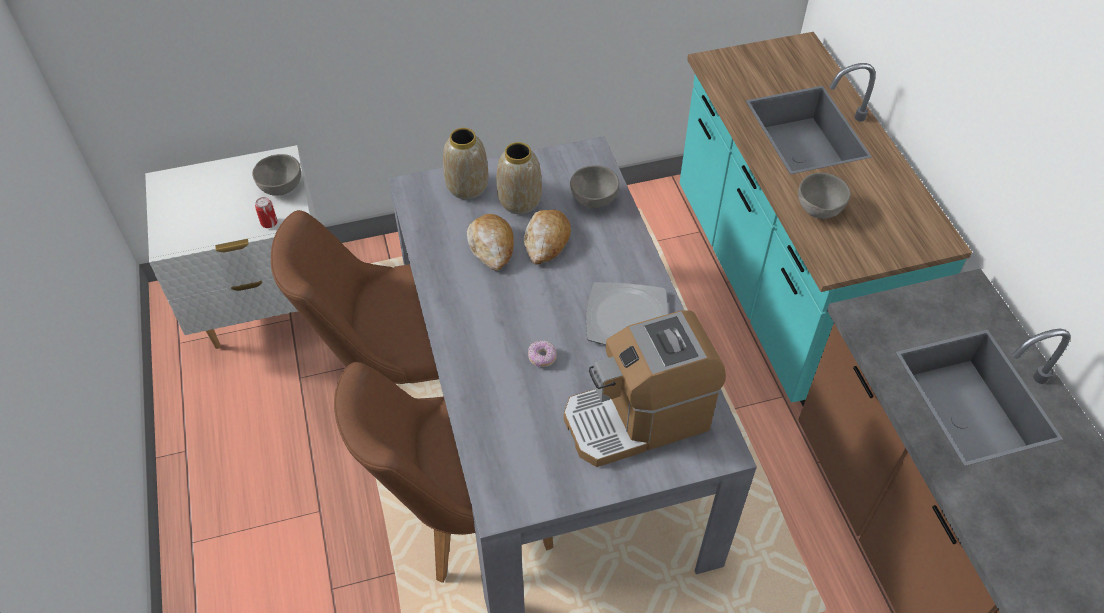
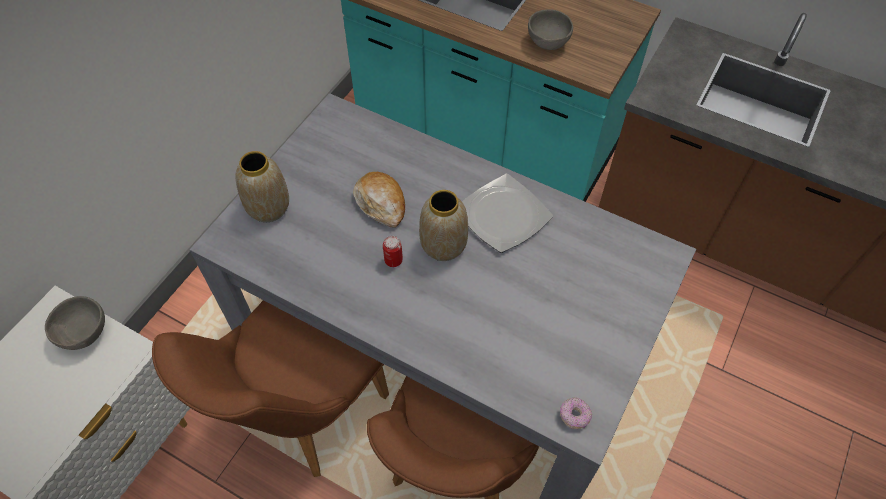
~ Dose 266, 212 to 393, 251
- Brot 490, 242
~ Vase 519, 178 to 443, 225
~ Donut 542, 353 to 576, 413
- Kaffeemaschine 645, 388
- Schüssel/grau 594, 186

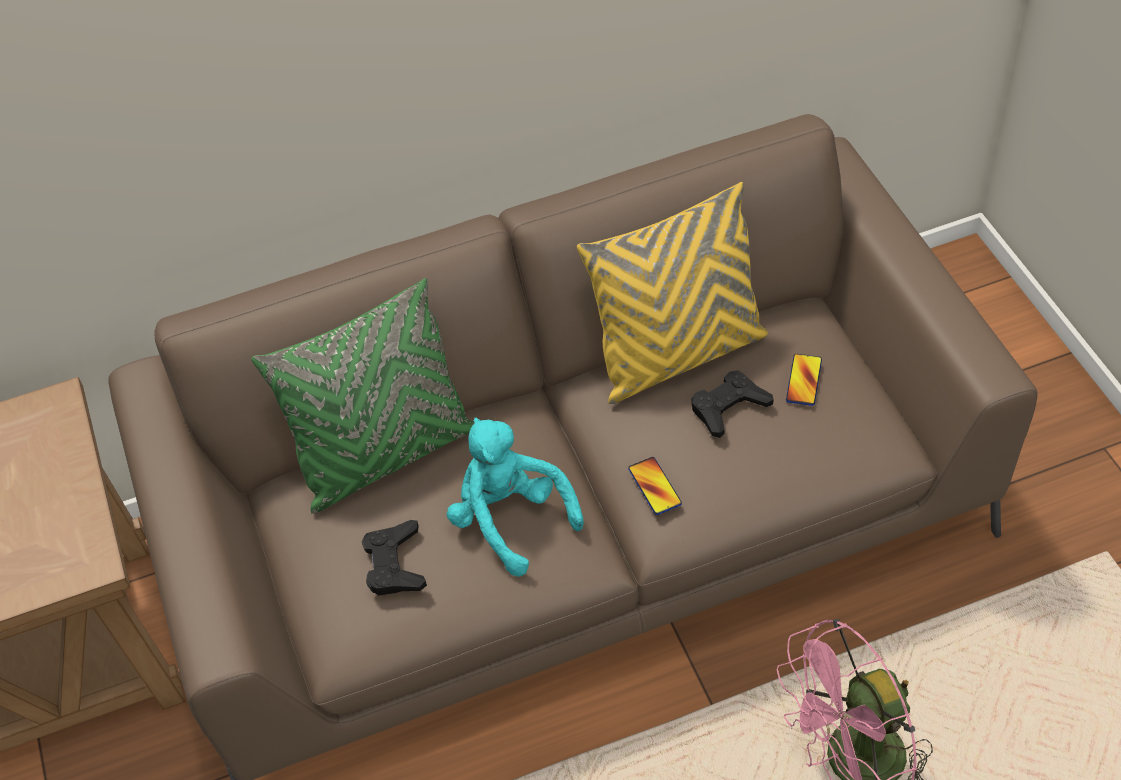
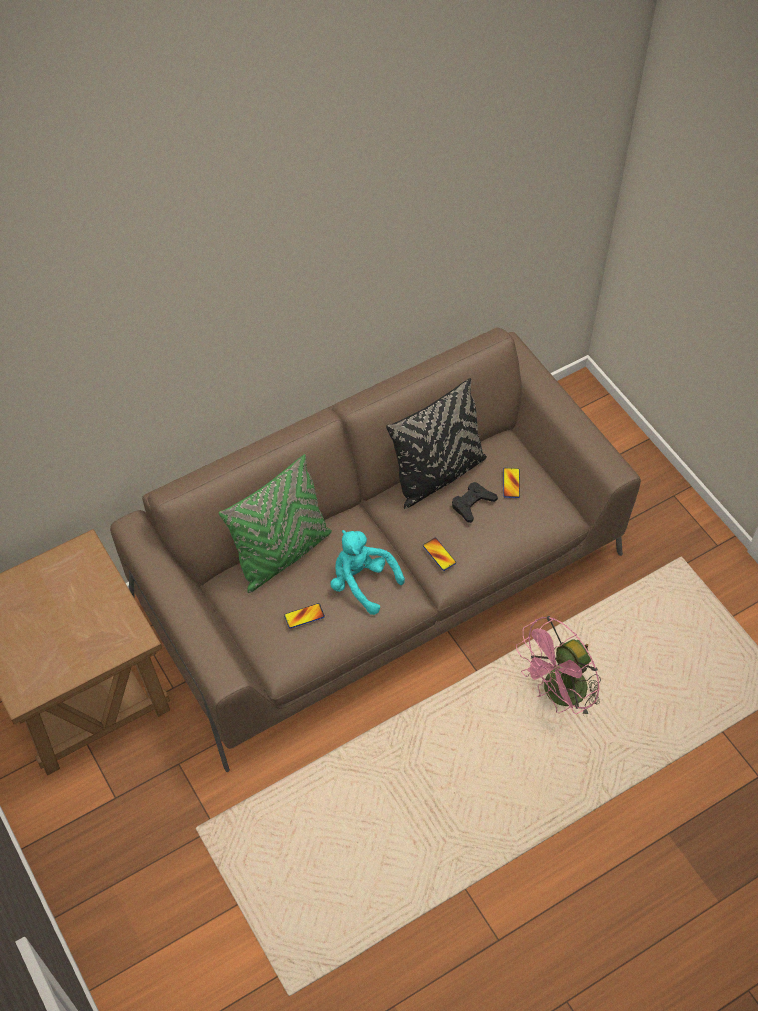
~ Gamepad/schwarz 394, 557 to Handy 304, 615
~ Kissen/gelb 672, 293 to Kissen/schwarz 436, 443

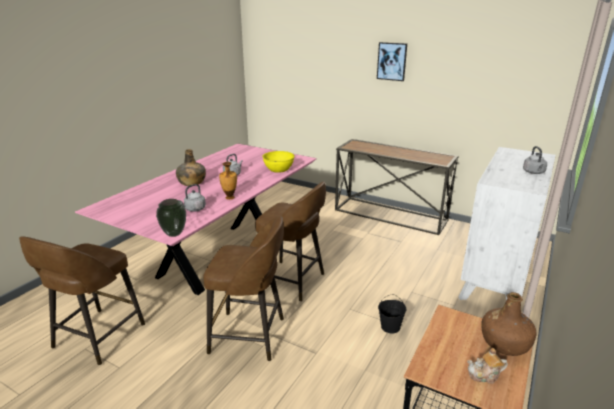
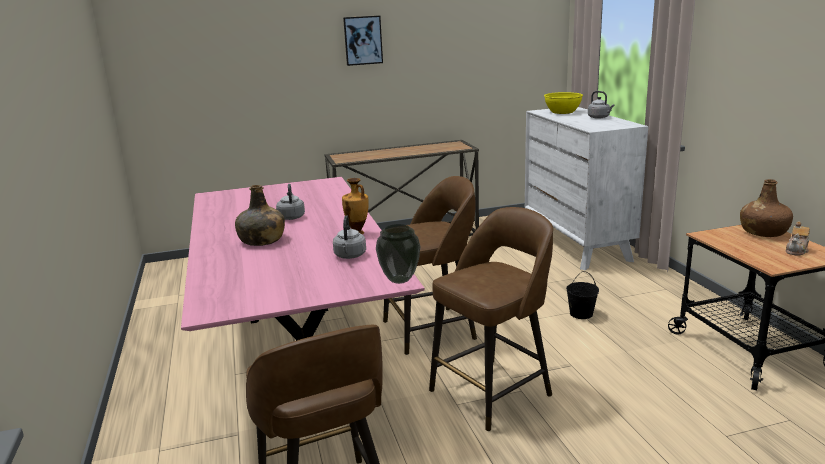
~ Schüssel/gelb 278, 162 to 563, 103

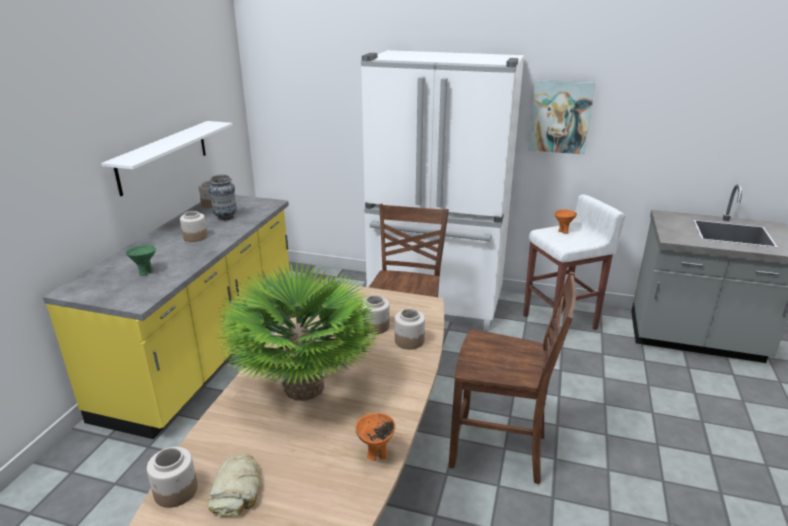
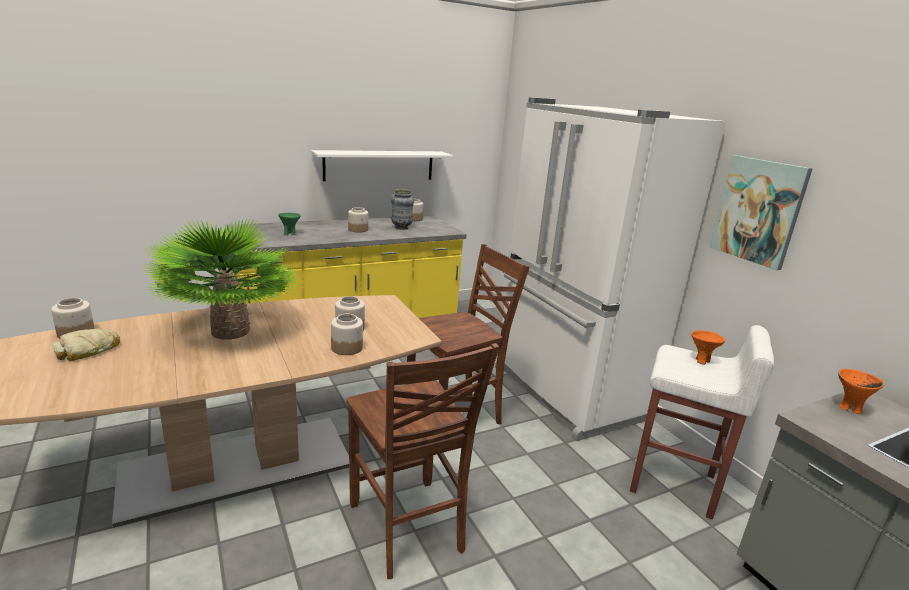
~ Schüssel/orange 375, 437 to 861, 391

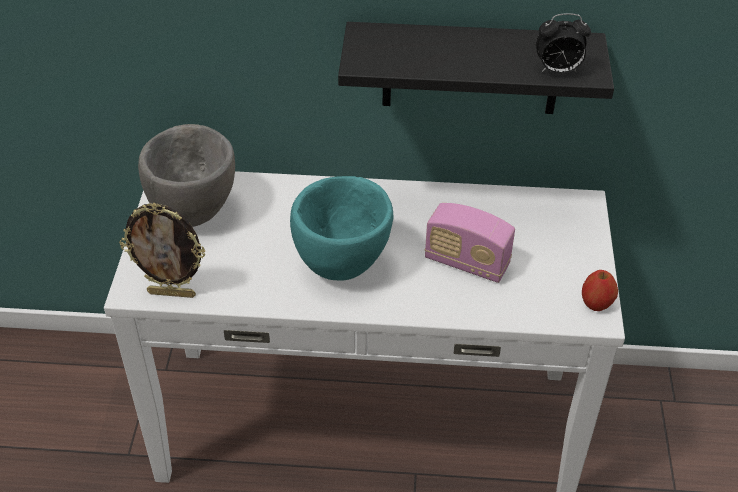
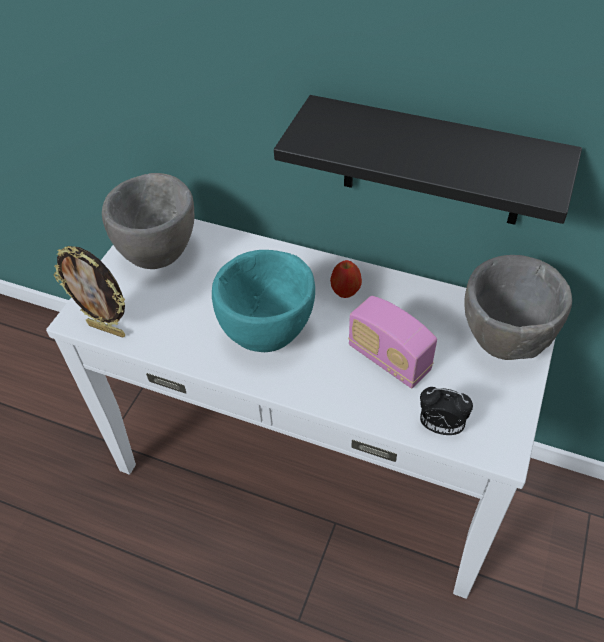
~ Wecker 563, 43 to 446, 411
~ Apfel 600, 290 to 346, 279
+ Schüssel/grau 518, 307

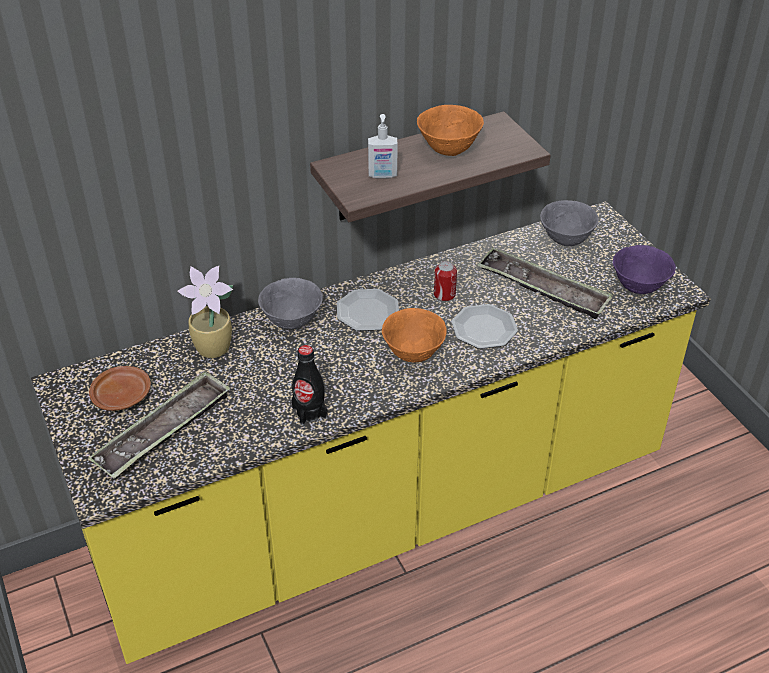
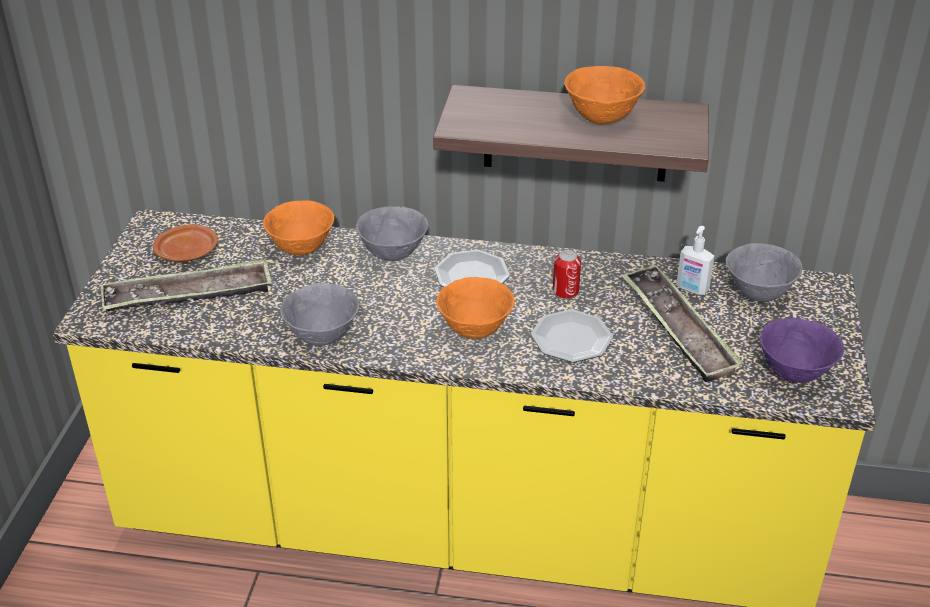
~ Topfpflanze 205, 312 to Schüssel/orange 298, 228
~ Flasche/schwarz 309, 385 to Schüssel/grau 320, 314
~ Seifenspender 383, 146 to 695, 260

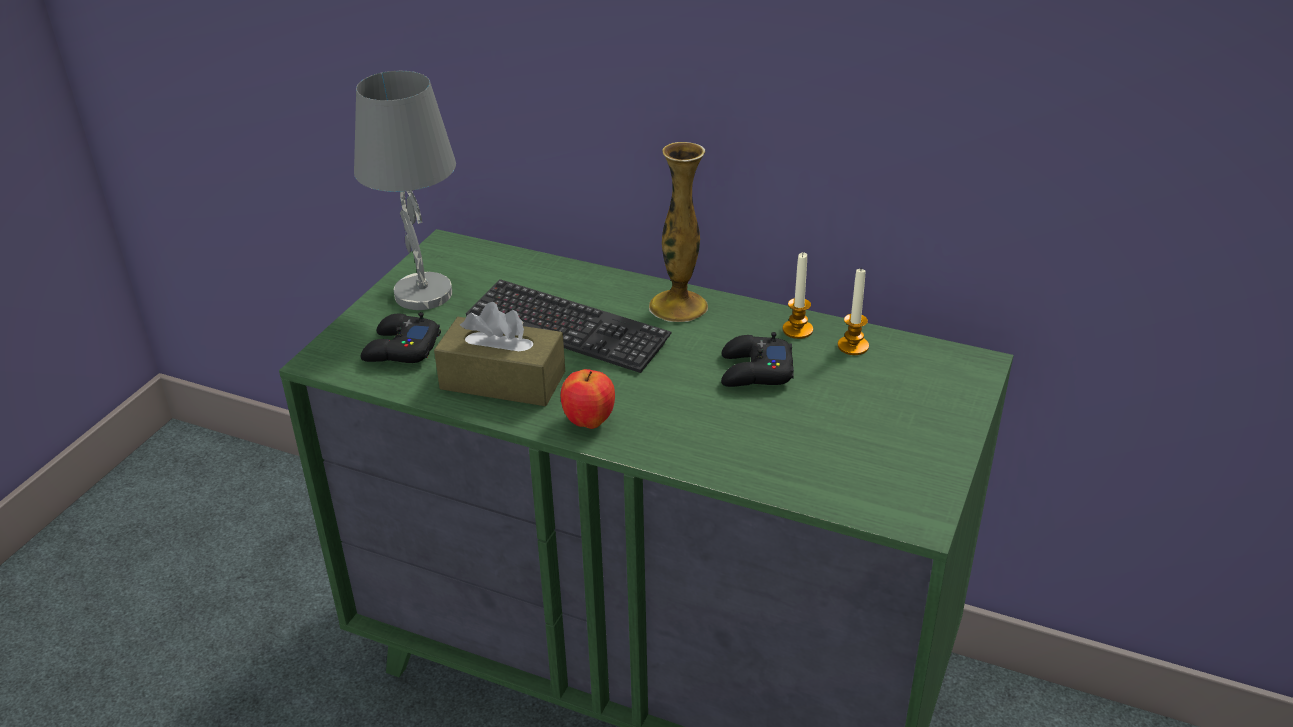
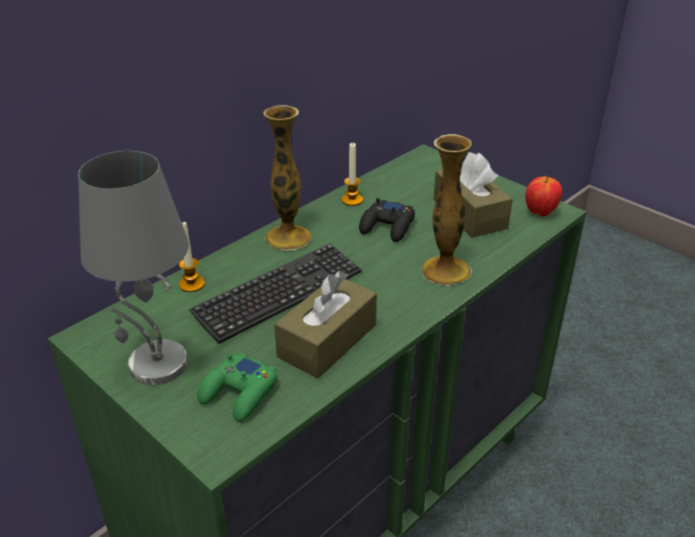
~ Gamepad/schwarz 401, 337 to Gamepad/grün 237, 387
~ Apfel 588, 399 to 543, 195
~ Kerze 853, 312 to 192, 256
+ Vase 446, 210
+ Taschentuchbox/braun 473, 195

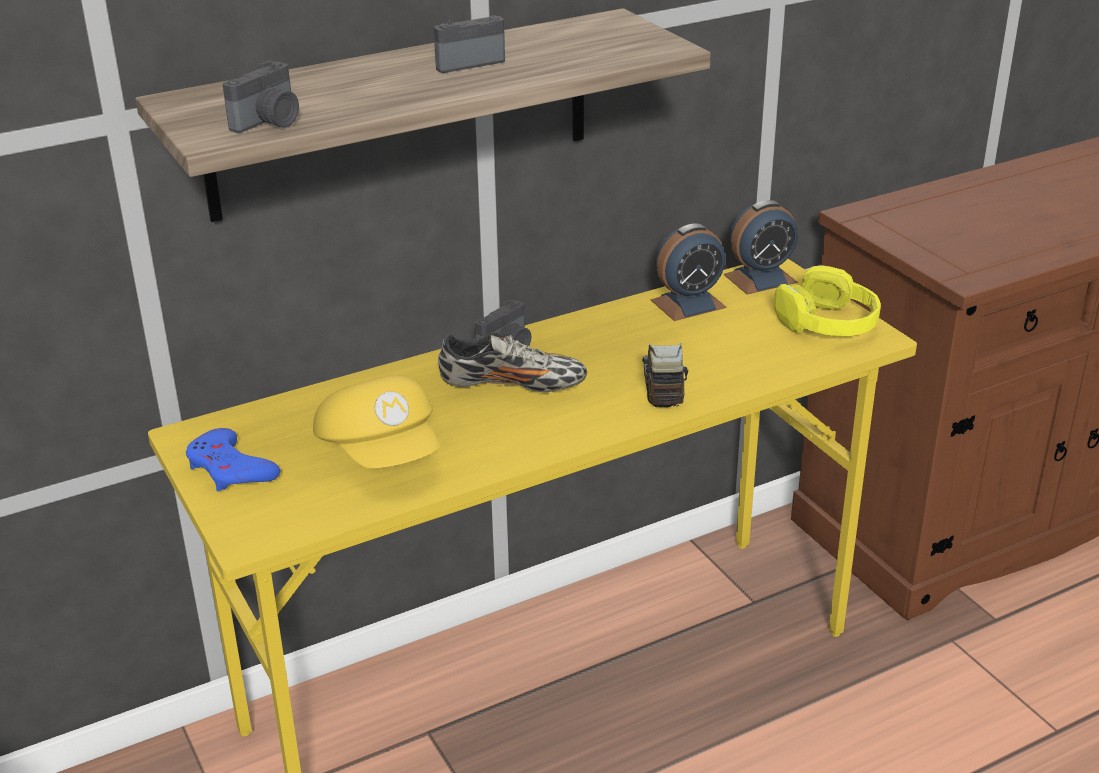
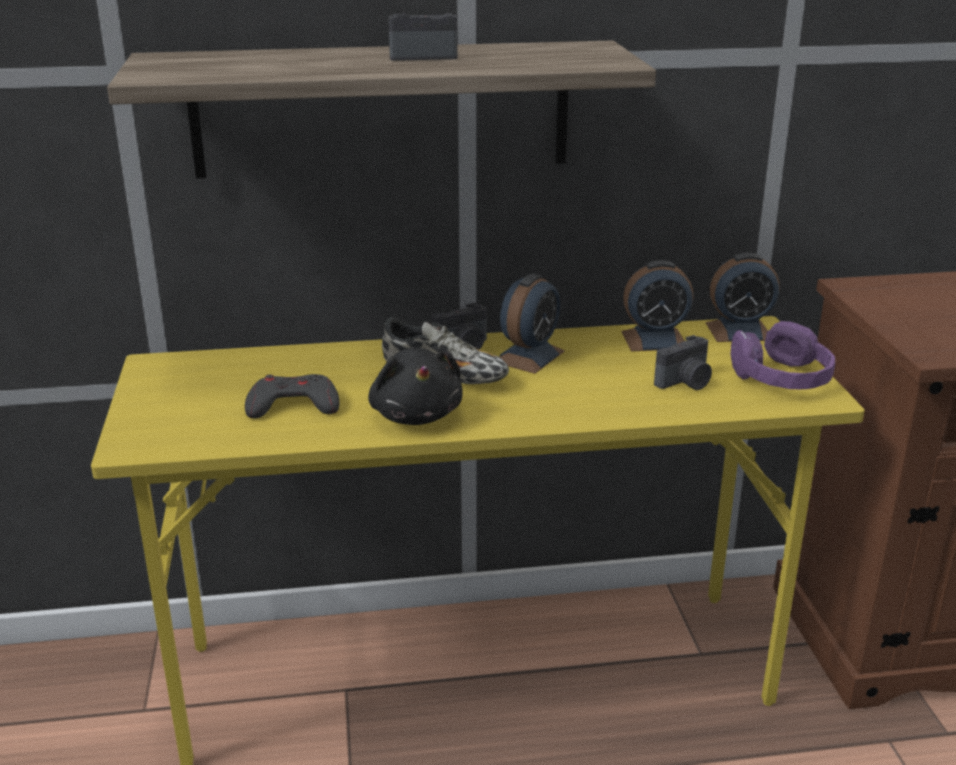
- Gamepad/blau 233, 460
~ Kamera 261, 96 to 683, 362
~ Kappe/gelb 376, 421 to Gamepad/grau 292, 396
- Spielzeuglaster 665, 375
~ Kopfhörer/gelb 827, 301 to Kopfhörer/lila 782, 355
+ Plüschtier/schwarz 415, 386
+ Wecker 532, 324

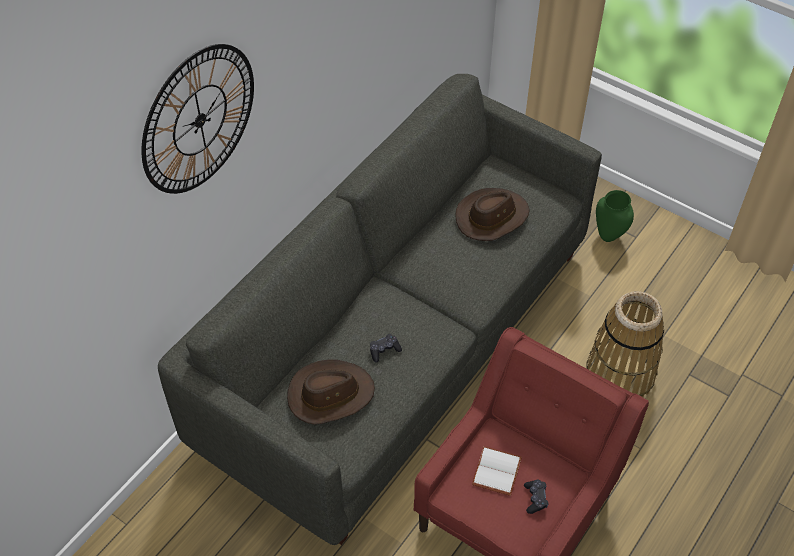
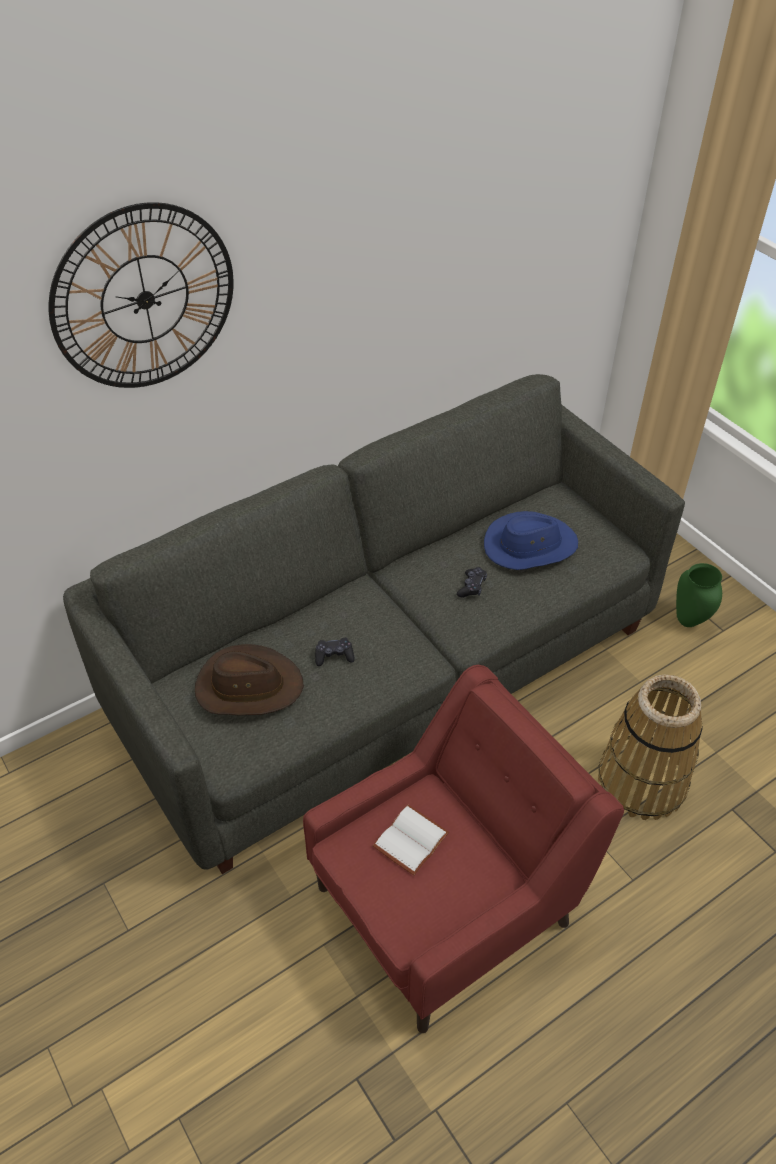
~ Hut/braun 492, 214 to Hut/blau 531, 540
~ Gamepad/schwarz 536, 496 to 472, 582

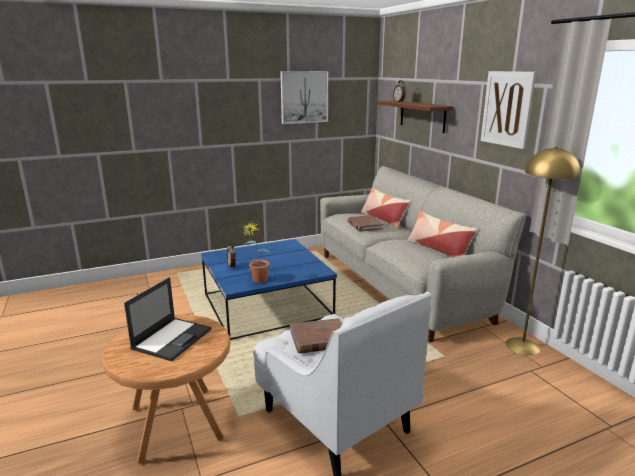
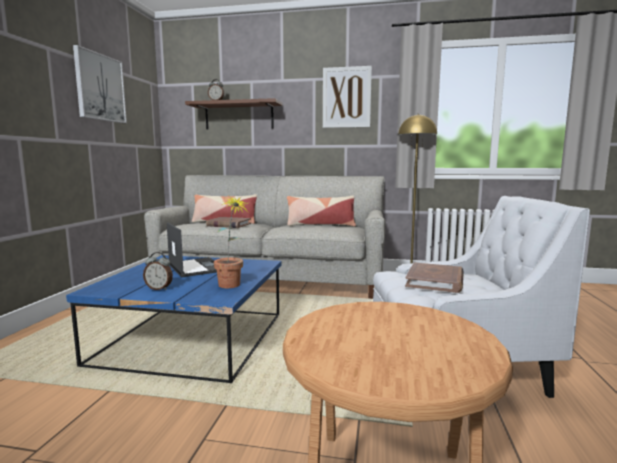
~ Laptop 167, 319 to 192, 249

